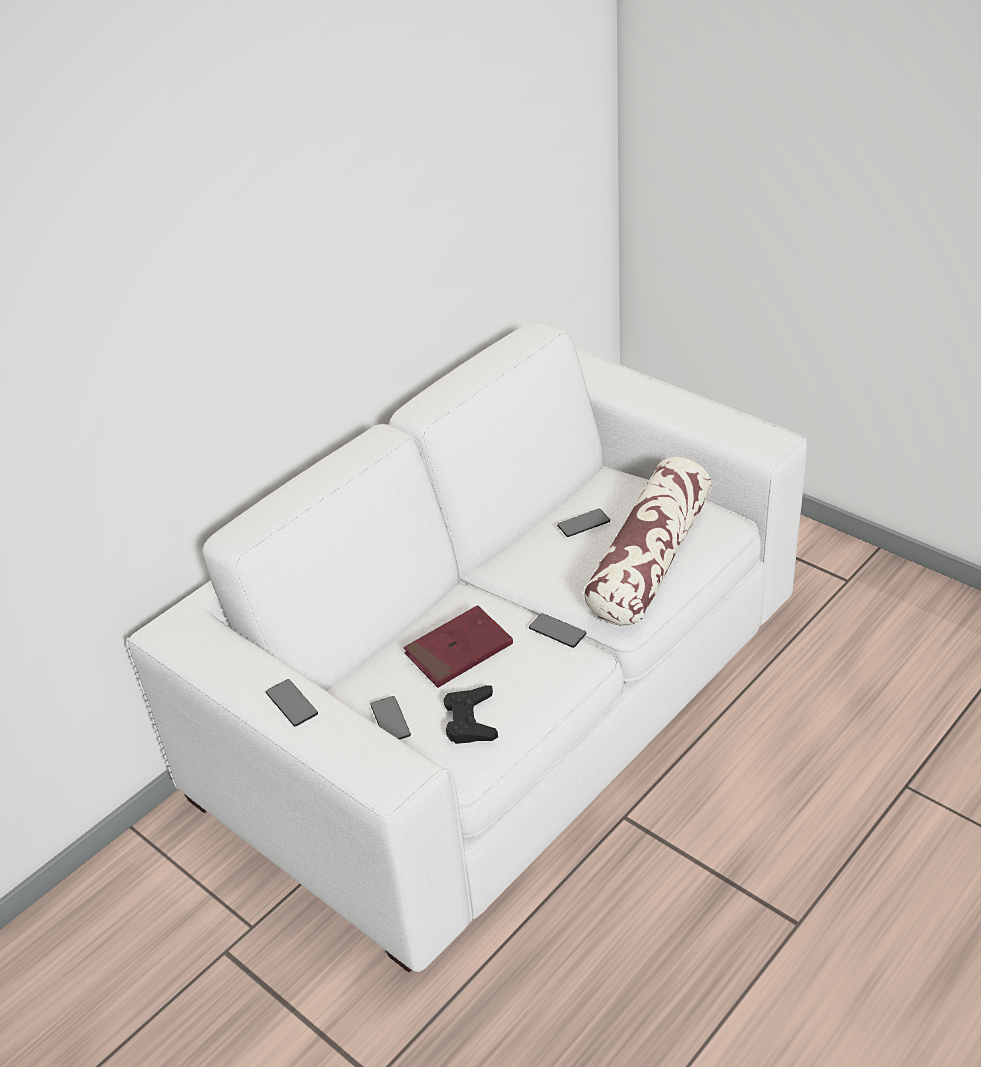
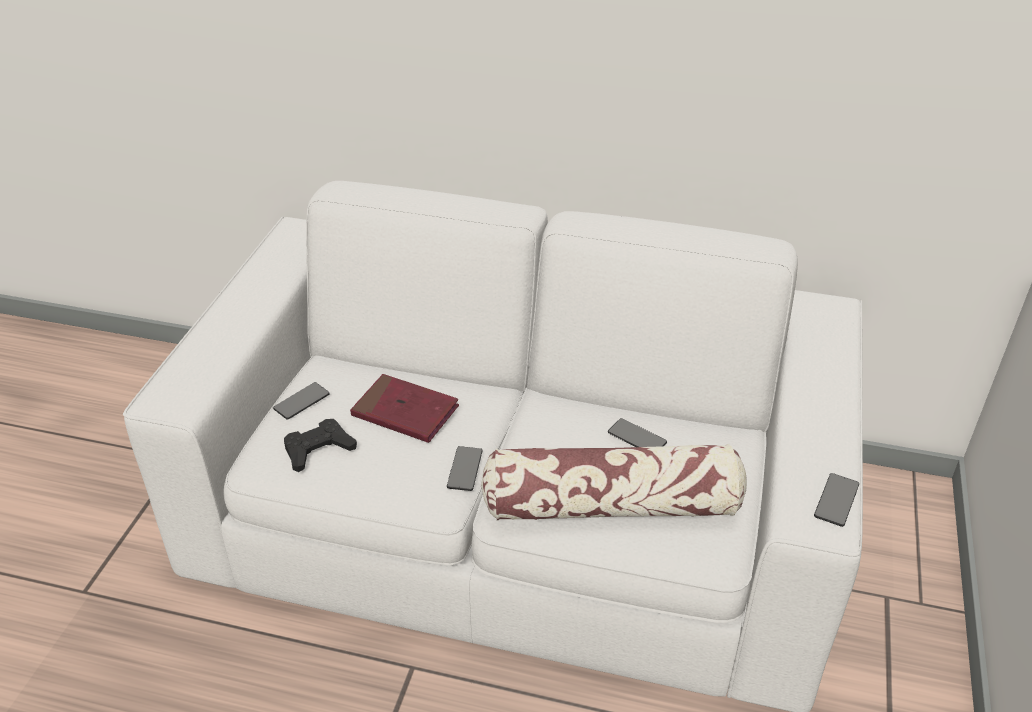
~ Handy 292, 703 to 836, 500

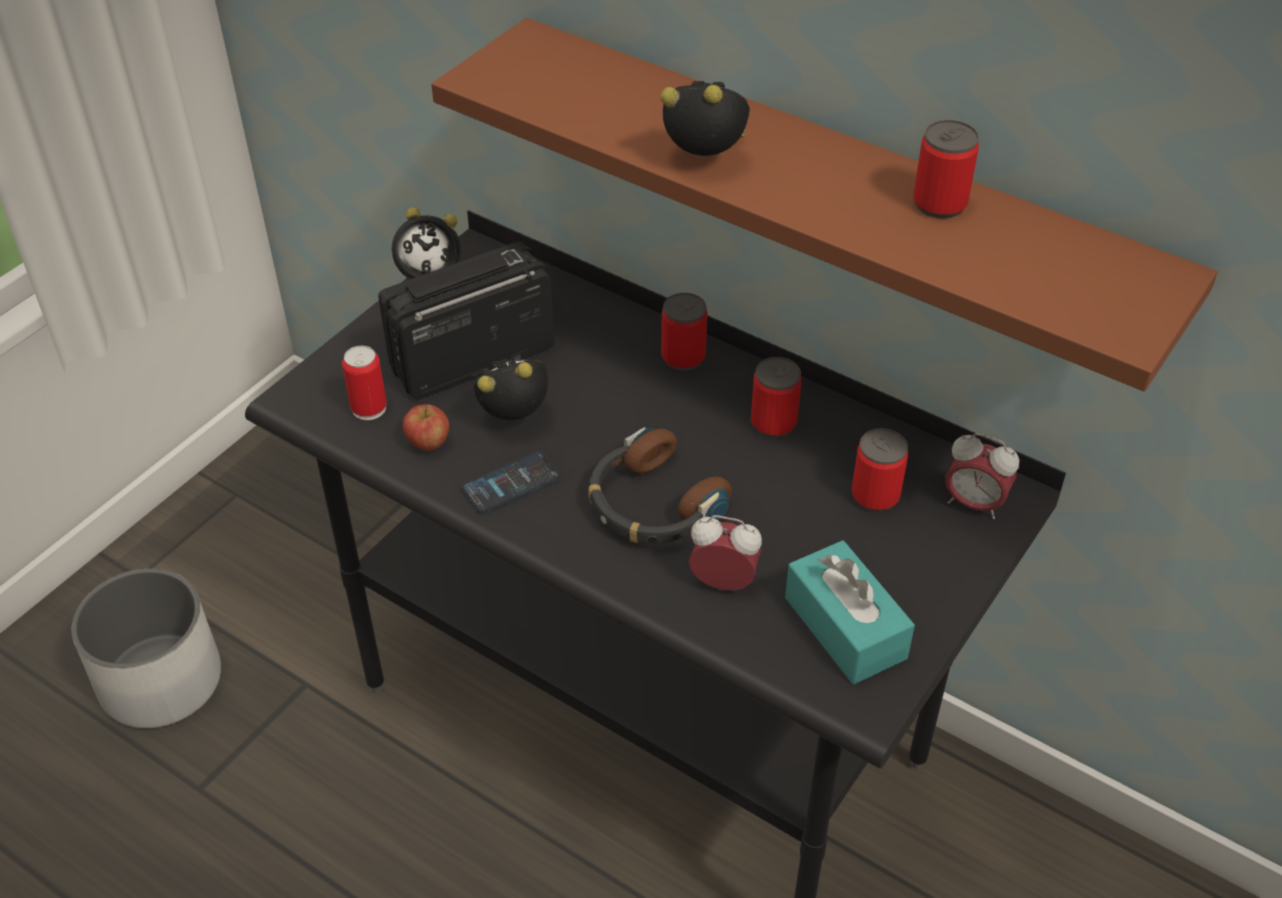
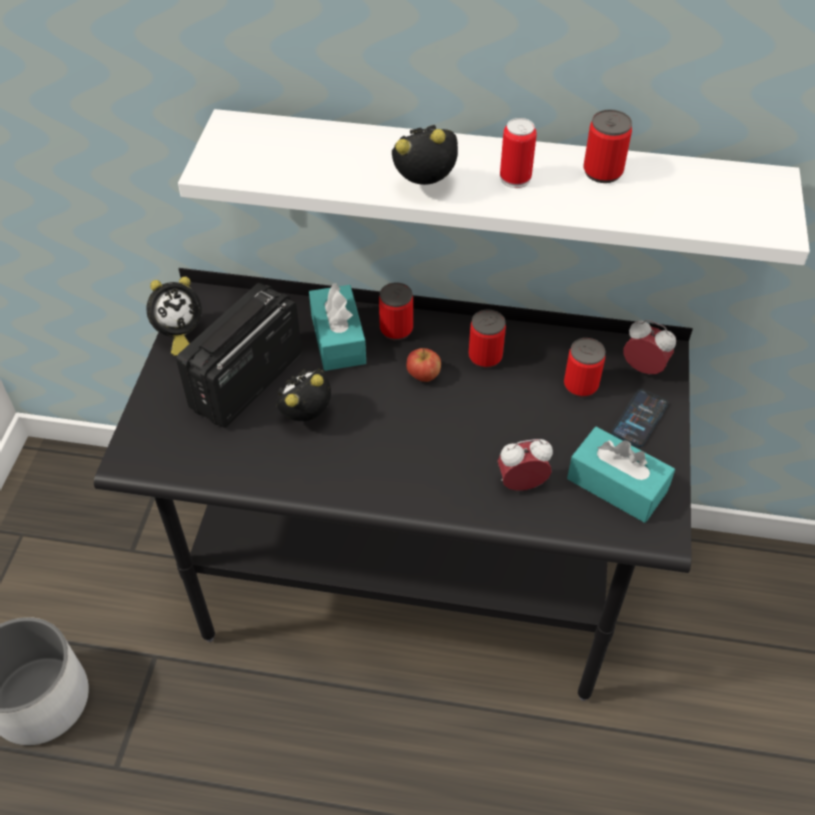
~ Dose 364, 383 to 518, 153
~ Apfel 426, 427 to 424, 365
~ Wandregal/braun 824, 204 to Wandregal/weiß 494, 187
~ Handy 511, 482 to 640, 418
- Kopfhörer 660, 485
~ Wecker 982, 476 = 649, 347 150 degrees counterclockwise
+ Taschentuchbox/türkis 337, 326

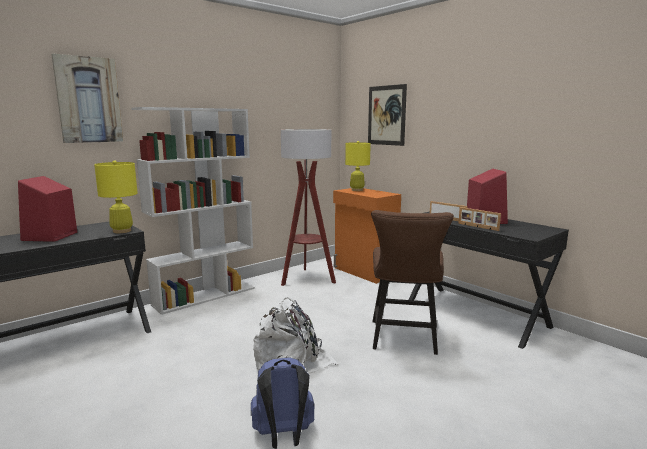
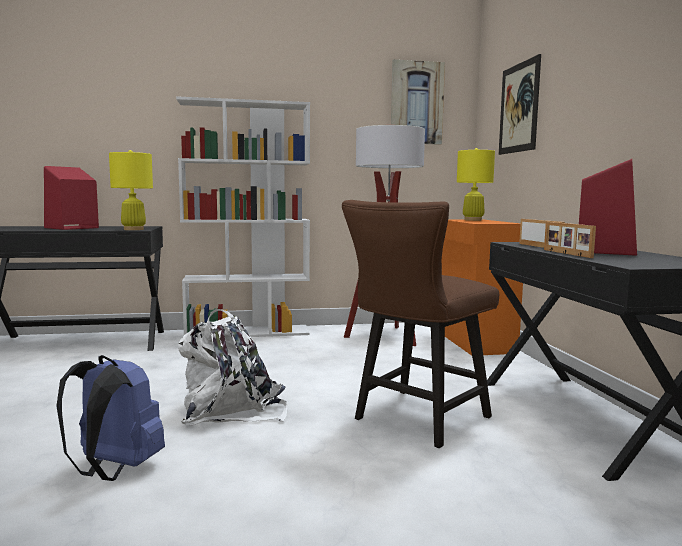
~ Bild 87, 98 to 418, 102

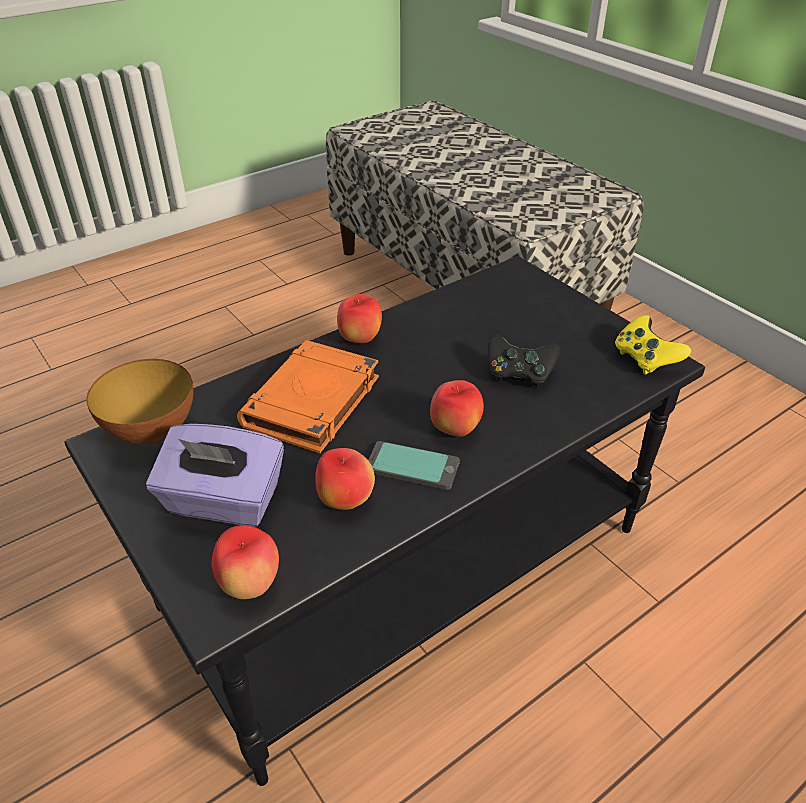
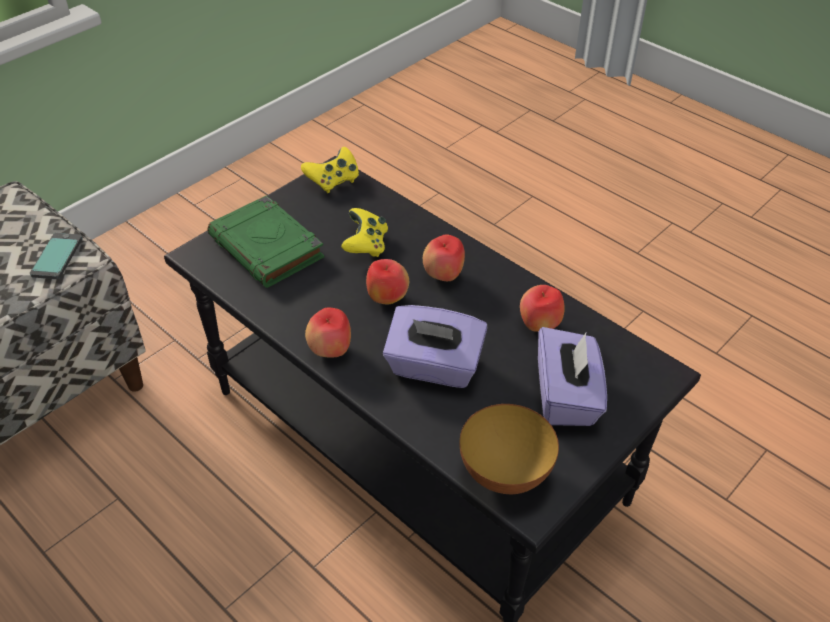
~ Apfel 245, 562 to 387, 281
~ Buch/orange 308, 396 to Taschentuchbox/lila 435, 346
~ Handy 414, 465 to 56, 256
~ Gamepad/schwarz 524, 361 to Gamepad/gelb 364, 232
+ Buch/grün 265, 242

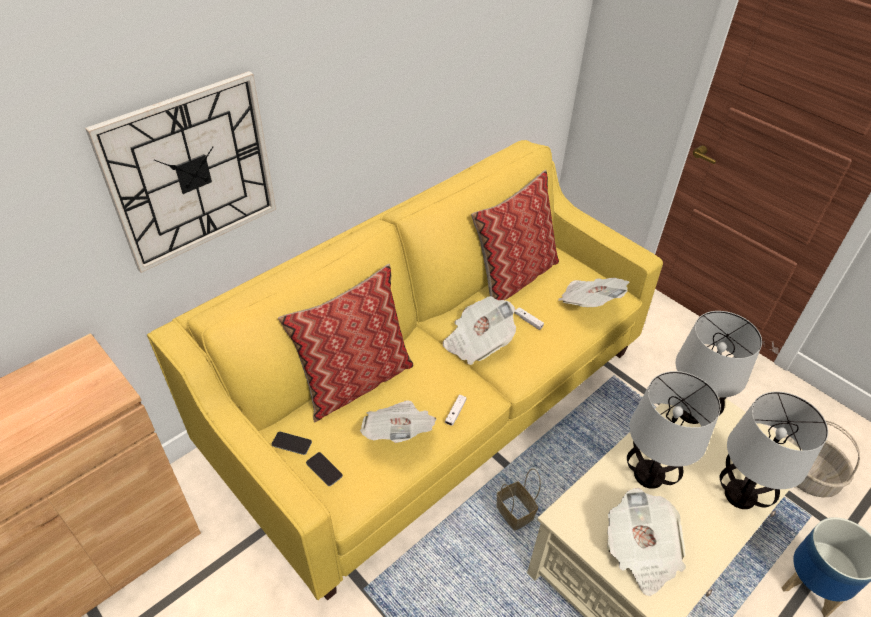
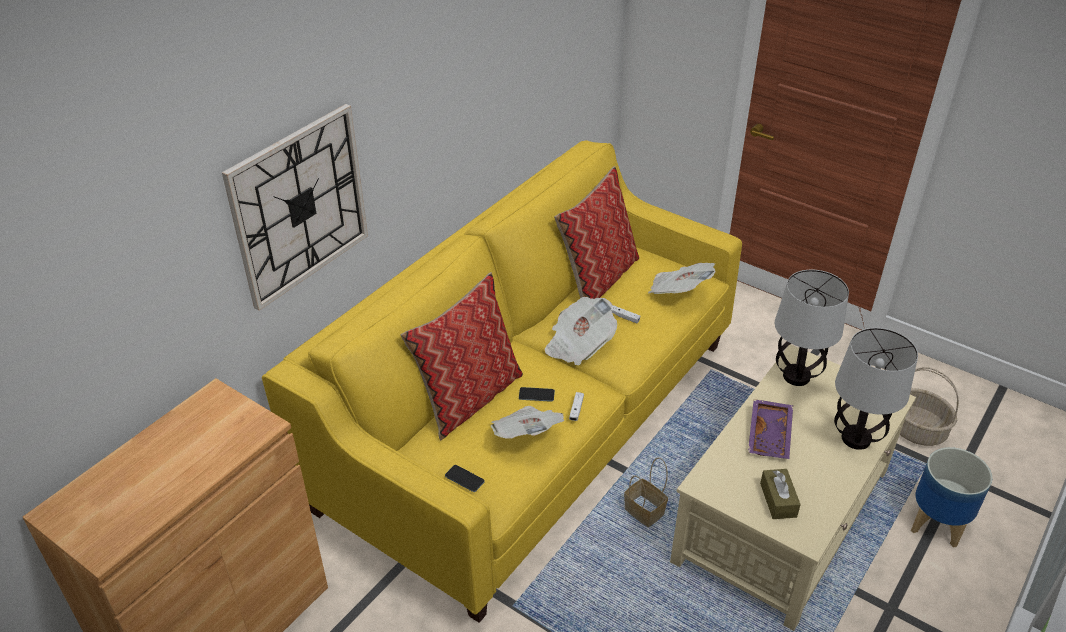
~ Handy 292, 443 to 537, 394
~ Zeitung 646, 542 to Taschentuchbox/braun 780, 494
~ Tischlampe 674, 430 to Tablett/lila 770, 429

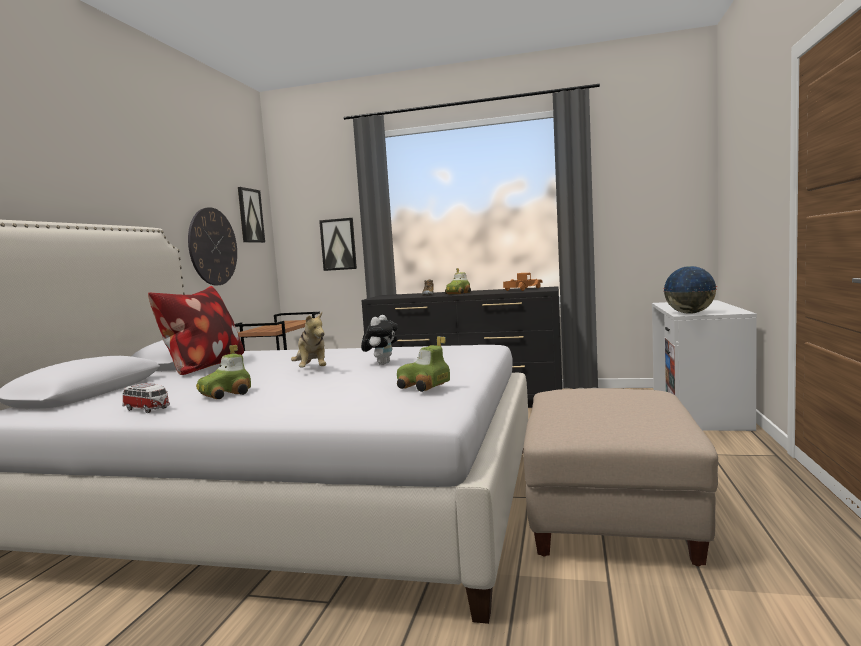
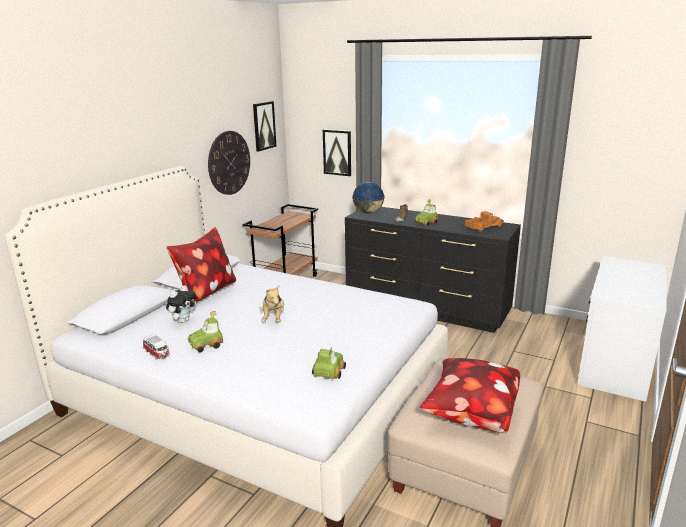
~ Plüschtier 379, 340 to 181, 304
~ Spielzeugauto 423, 364 = 329, 363 60 degrees clockwise
~ Globus 690, 290 to 368, 197
+ Kissen 470, 395

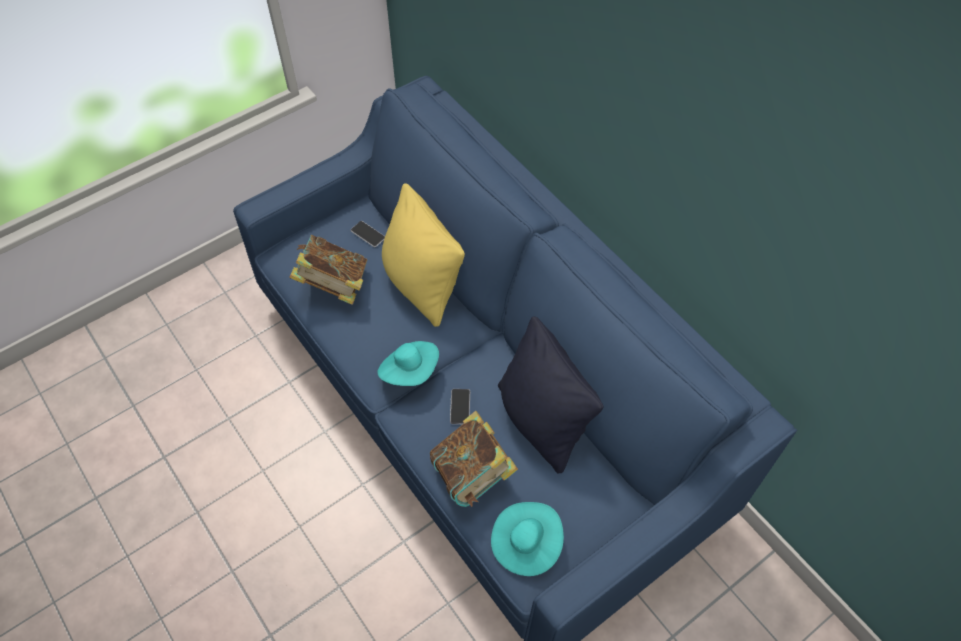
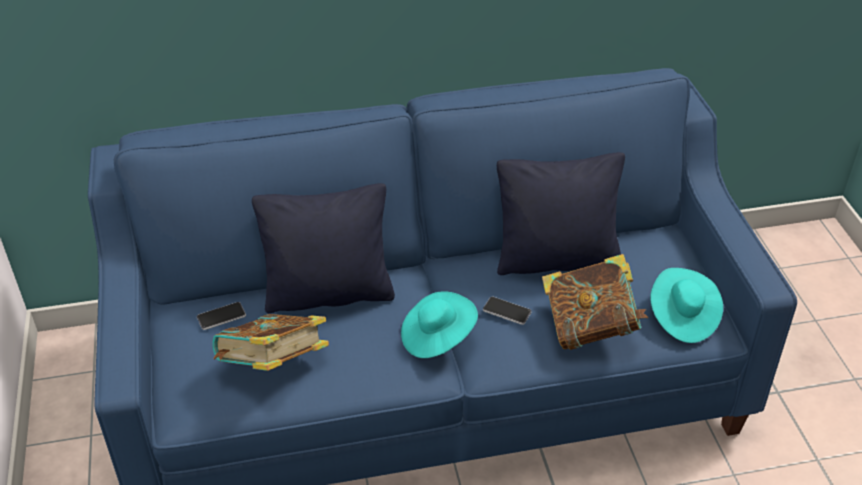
~ Kissen/gelb 423, 255 to Kissen/schwarz 323, 248

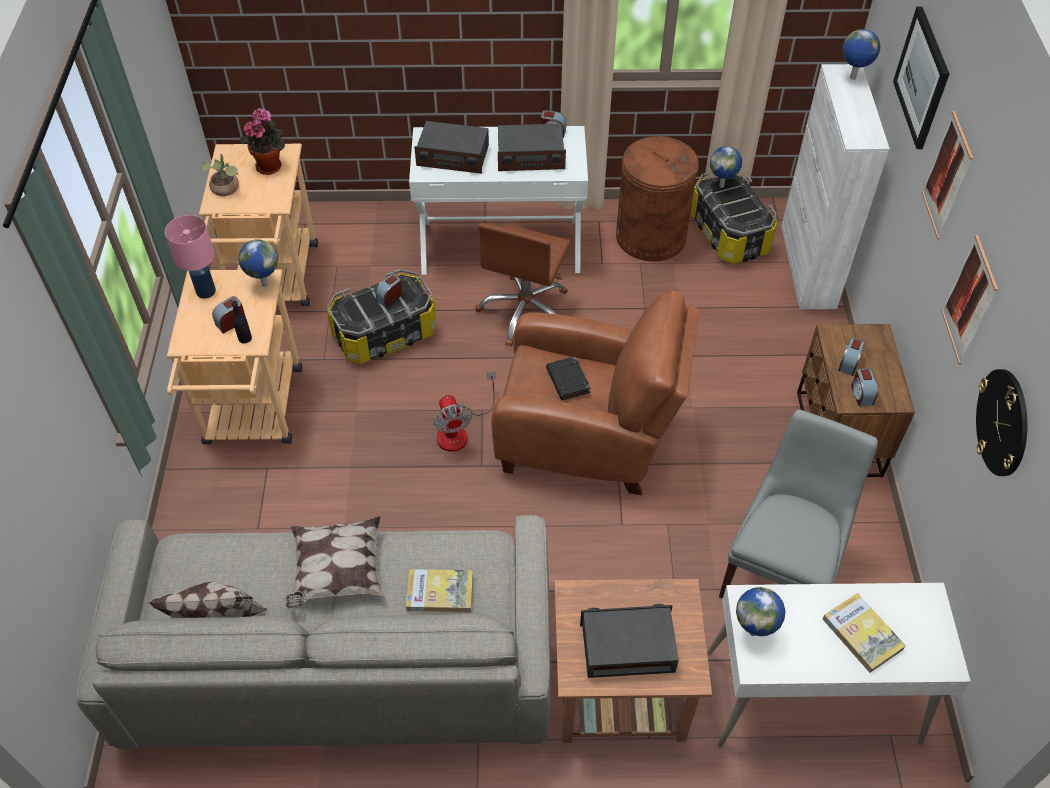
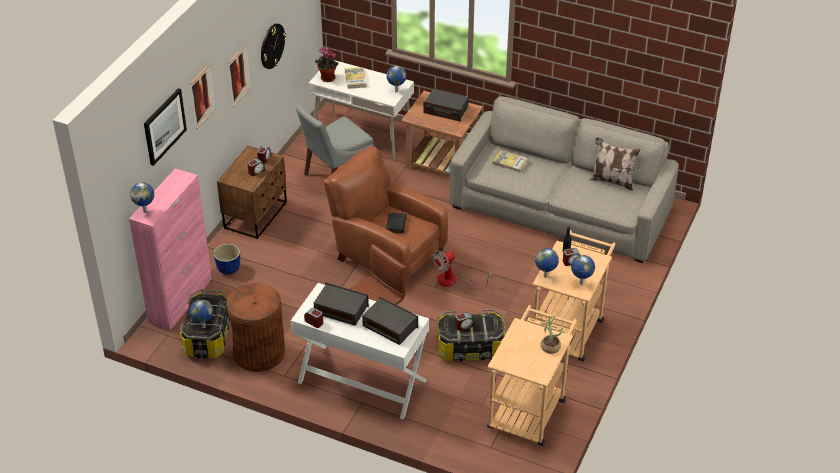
~ Tischlampe/rosa 190, 257 to Globus 583, 270
~ Topfpflanze 263, 141 to 326, 64
- Kissen 335, 562
~ Ventilator 464, 411 = 462, 270 135 degrees counterclockwise
~ Schrank/weiß 835, 186 to Schrank/rosa 170, 249
+ Pflanzkübel 227, 259

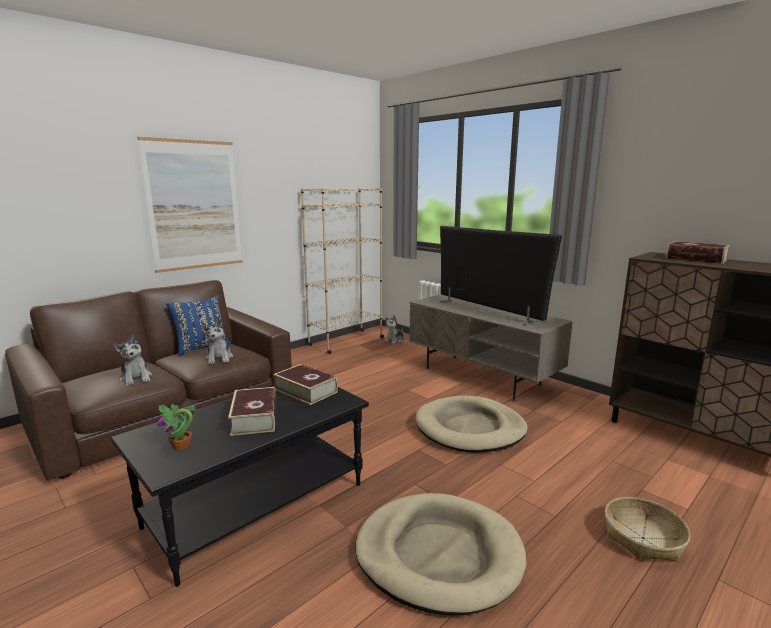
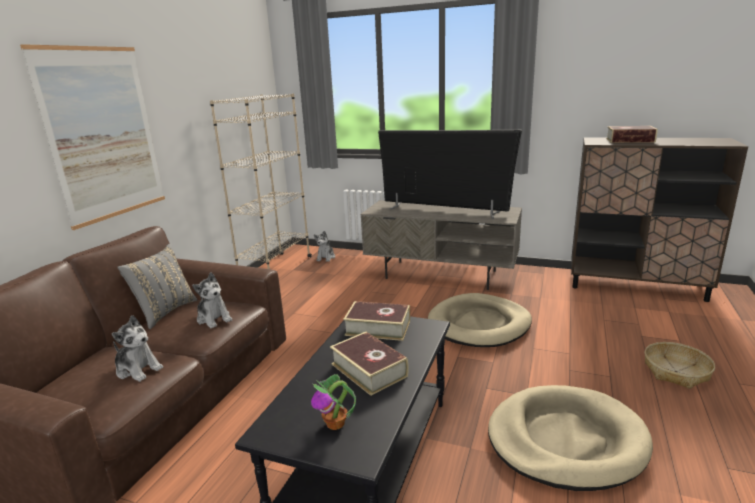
~ Kissen/blau 198, 325 to Kissen/grau 157, 286

